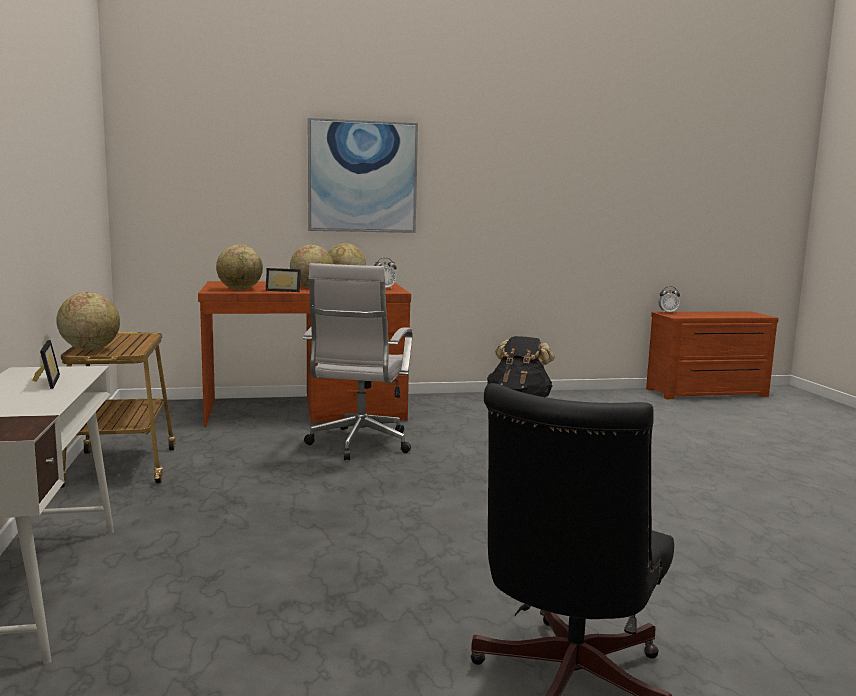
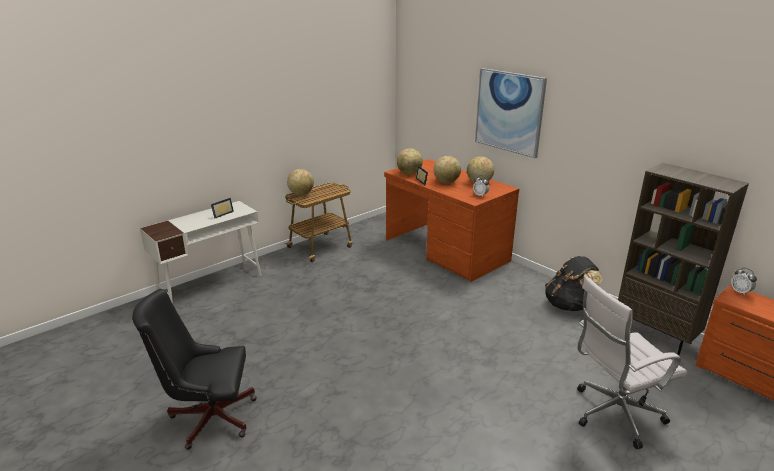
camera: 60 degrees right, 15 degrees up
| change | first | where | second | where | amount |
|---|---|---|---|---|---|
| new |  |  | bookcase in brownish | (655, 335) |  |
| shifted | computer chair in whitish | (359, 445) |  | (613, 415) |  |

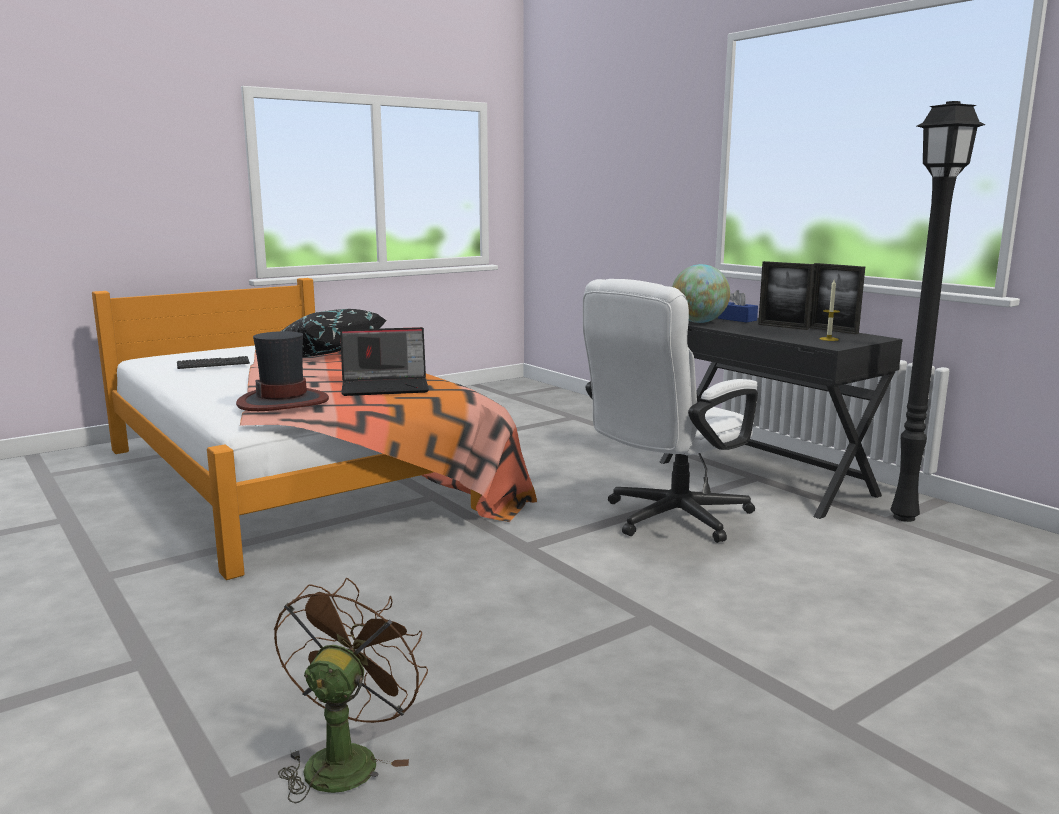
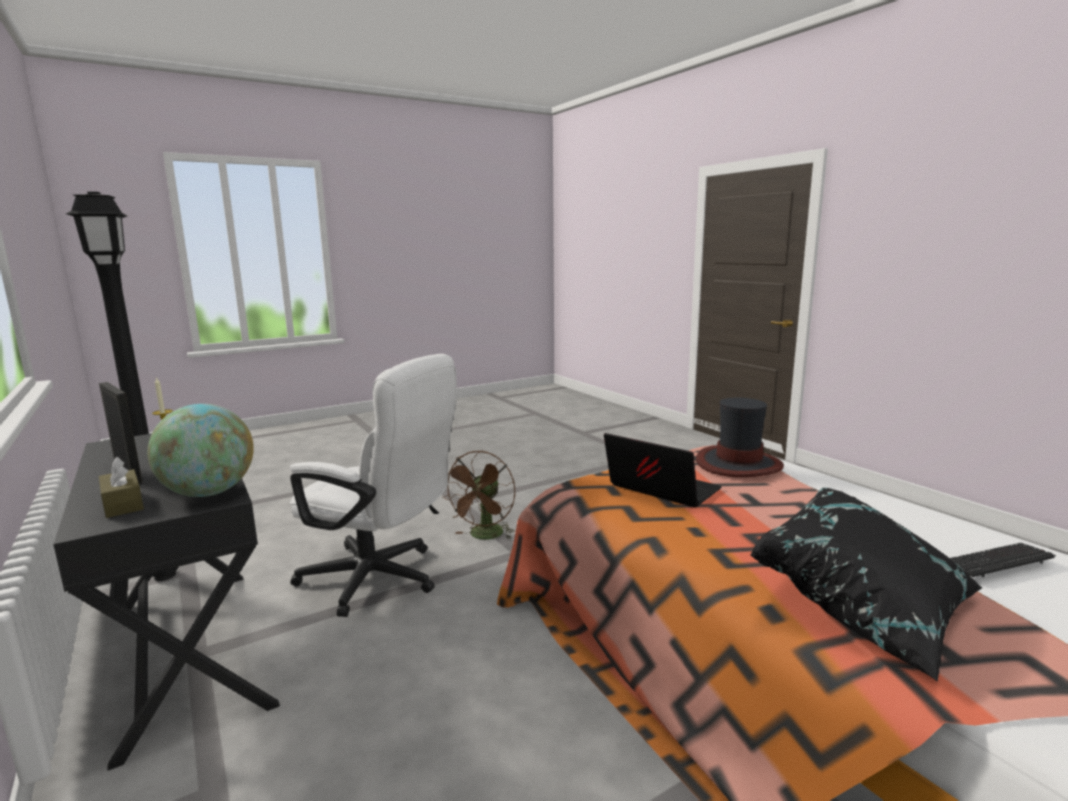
camera: 175 degrees left, 0 degrees up
| change | first | where | second | where | amount |
|---|---|---|---|---|---|
| gone | standing frame | (833, 330) |  |  |  |
| shifted | electric fan in brownish | (346, 758) |  | (484, 536) |  |
| repainted | tissue holder in bluish | (737, 319) | tissue holder in brownish | (123, 504) |  |
| rotated | notebook computer | (386, 387) |  | (660, 490) | 45 degrees clockwise |
| rotated | computer chair in whitish | (667, 519) |  | (381, 580) | 60 degrees clockwise |

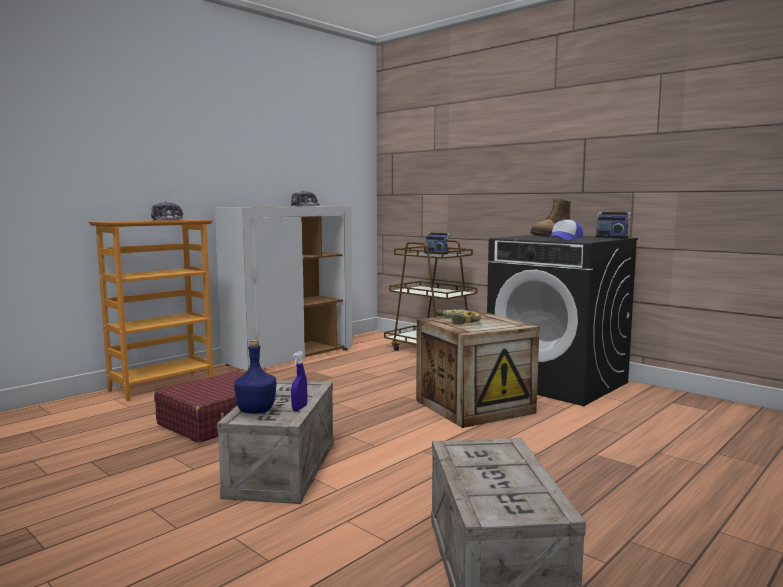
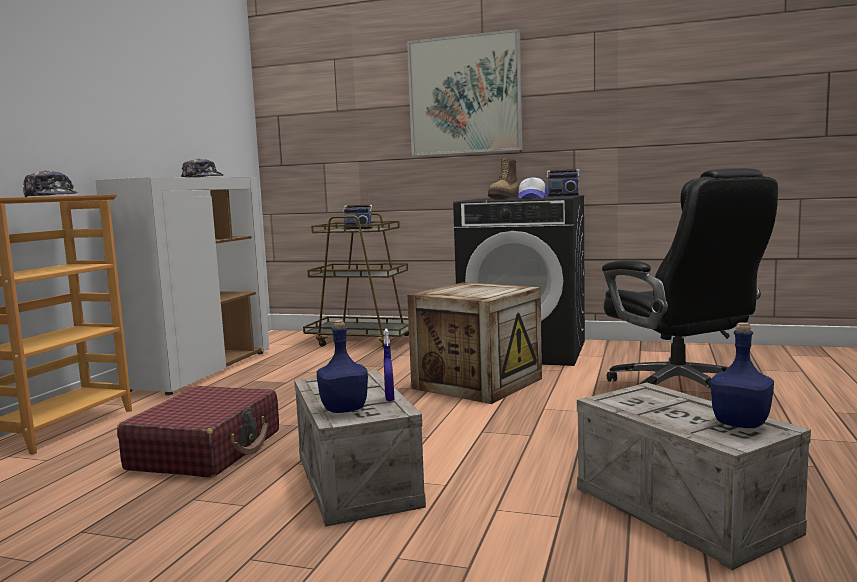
camera: 25 degrees left, 0 degrees up
| change | first | where | second | where | amount |
|---|---|---|---|---|---|
| gone | electric drill | (457, 322) |  |  |  |
| new |  |  | wall art | (464, 95) |  |
| new |  |  | computer chair in black | (681, 391) |  |
| new |  |  | bottle in bluish | (740, 423) |  |

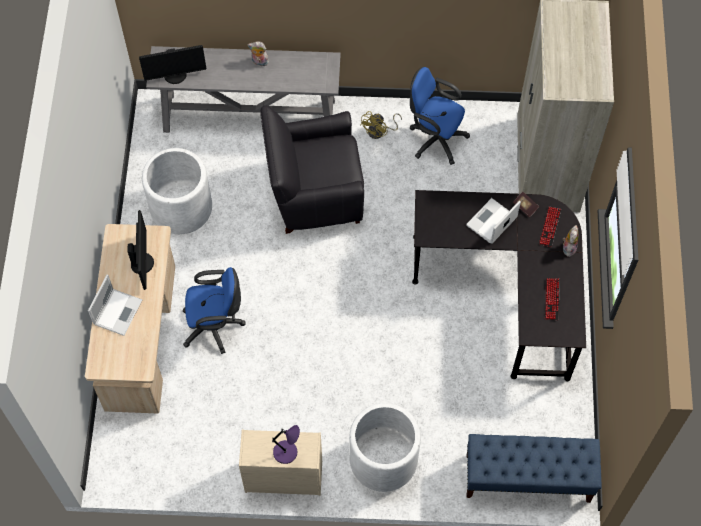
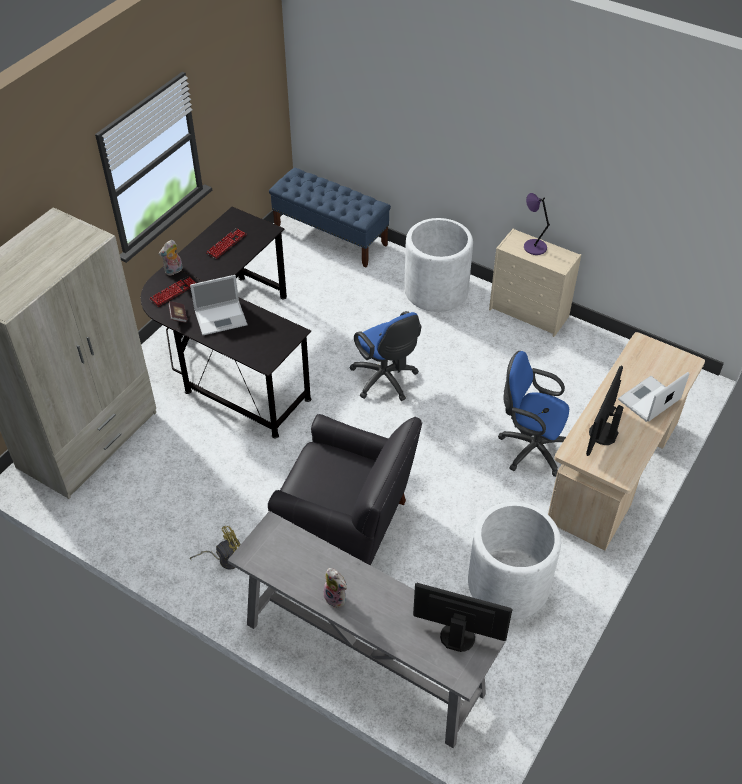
camera: 150 degrees left, 15 degrees down
| change | first | where | second | where | amount |
|---|---|---|---|---|---|
| shifted | computer chair in bluish | (434, 138) |  | (386, 381) |  |

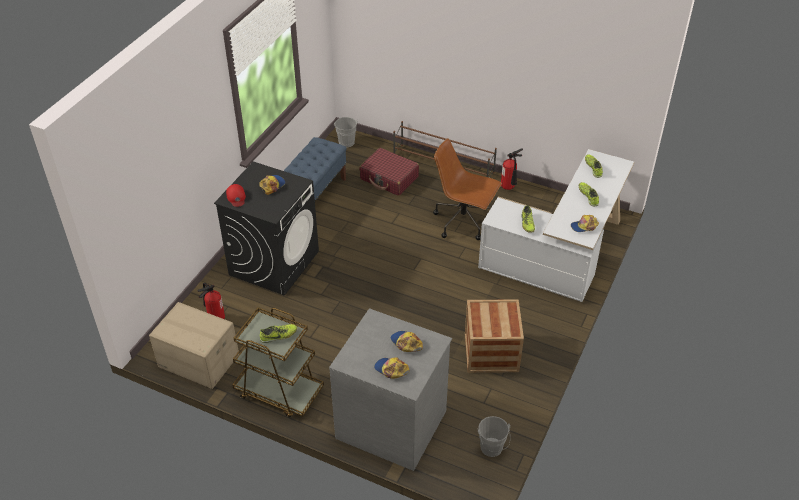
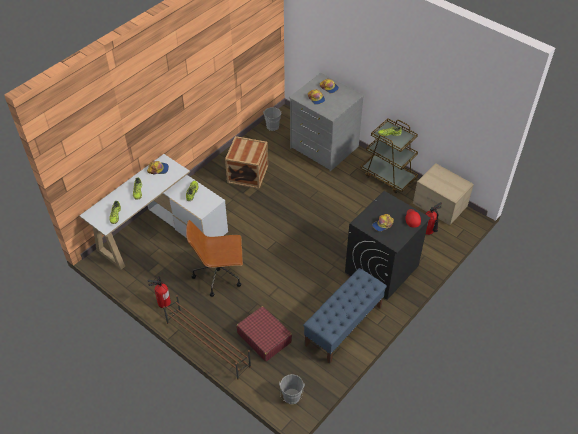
camera: 165 degrees left, 5 degrees up
| change | first | where | second | where | amount |
|---|---|---|---|---|---|
| rotated | computer chair in brownish | (463, 222) |  | (219, 275) | 135 degrees clockwise |

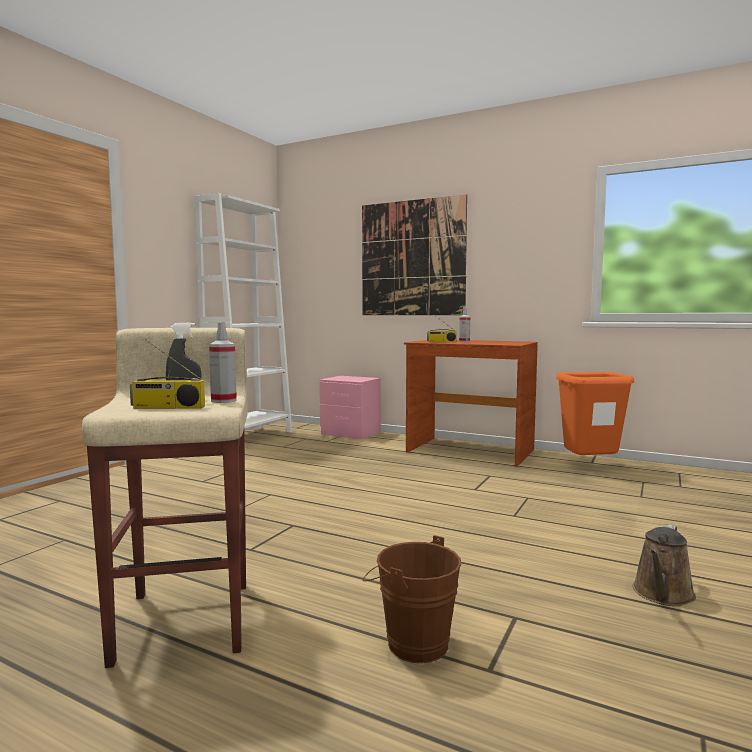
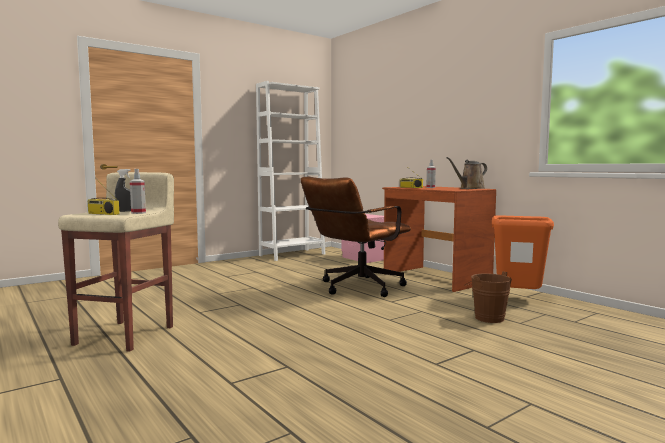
camera: 25 degrees right, 0 degrees up
| change | first | where | second | where | amount |
|---|---|---|---|---|---|
| gone | wall art | (412, 258) |  |  |  |
| new |  |  | computer chair in brownish | (355, 288) |  |
| shifted | pail in brownish | (411, 642) |  | (486, 317) |  |
| shifted | watering pot in brownish | (662, 594) |  | (470, 188) |  |

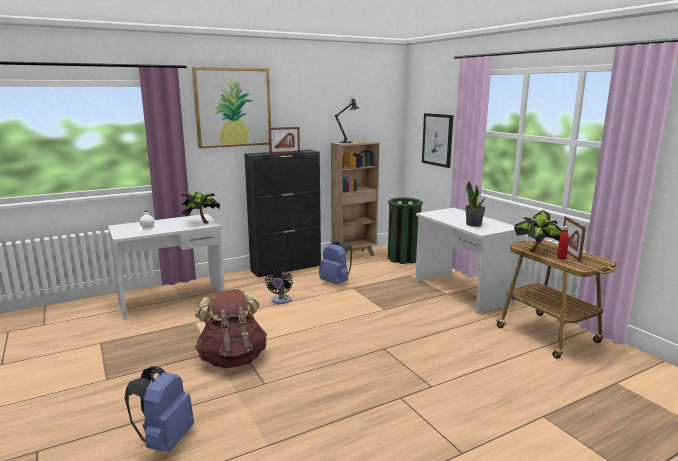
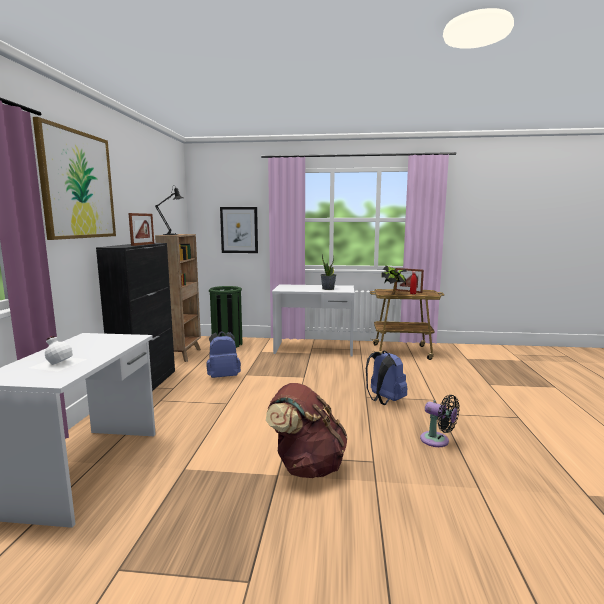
camera: 55 degrees left, 5 degrees down
| change | first | where | second | where | amount |
|---|---|---|---|---|---|
| gone | plant in a pot | (201, 222) |  |  |  |
| shifted | backpack in bluish | (165, 440) |  | (384, 401) |  |
| shifted | electric fan in black | (280, 300) |  | (437, 441) |  |

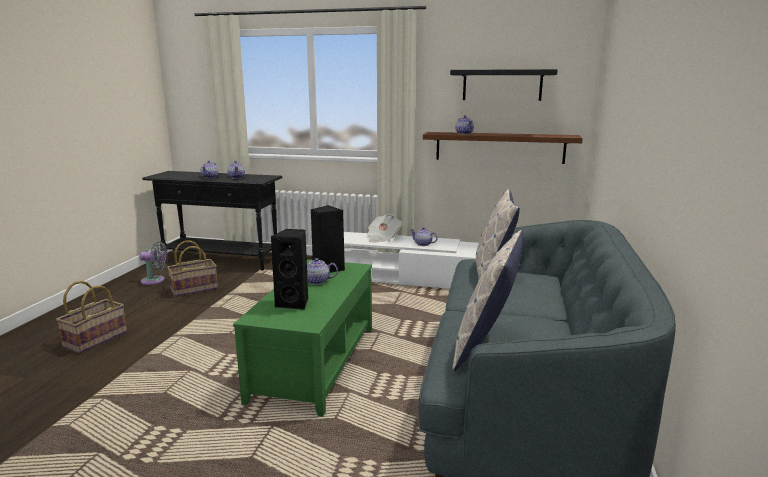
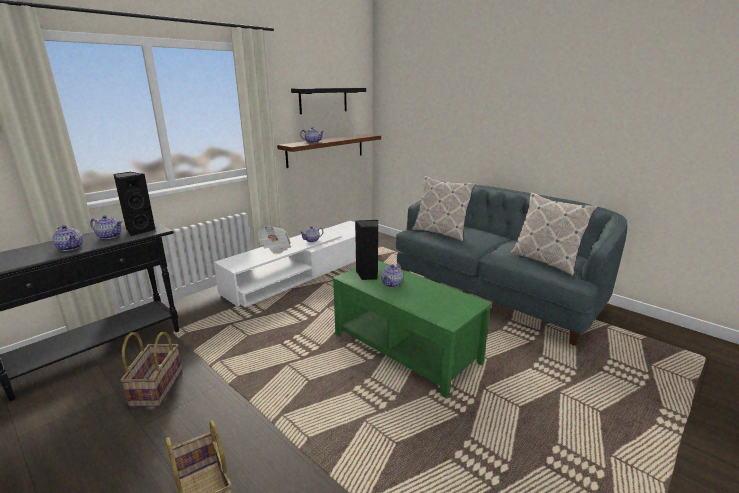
camera: 60 degrees left, 5 degrees up
| change | first | where | second | where | amount |
|---|---|---|---|---|---|
| gone | electric fan in grey | (155, 280) |  |  |  |
| shifted | speaker in black | (294, 303) |  | (139, 230) |  |

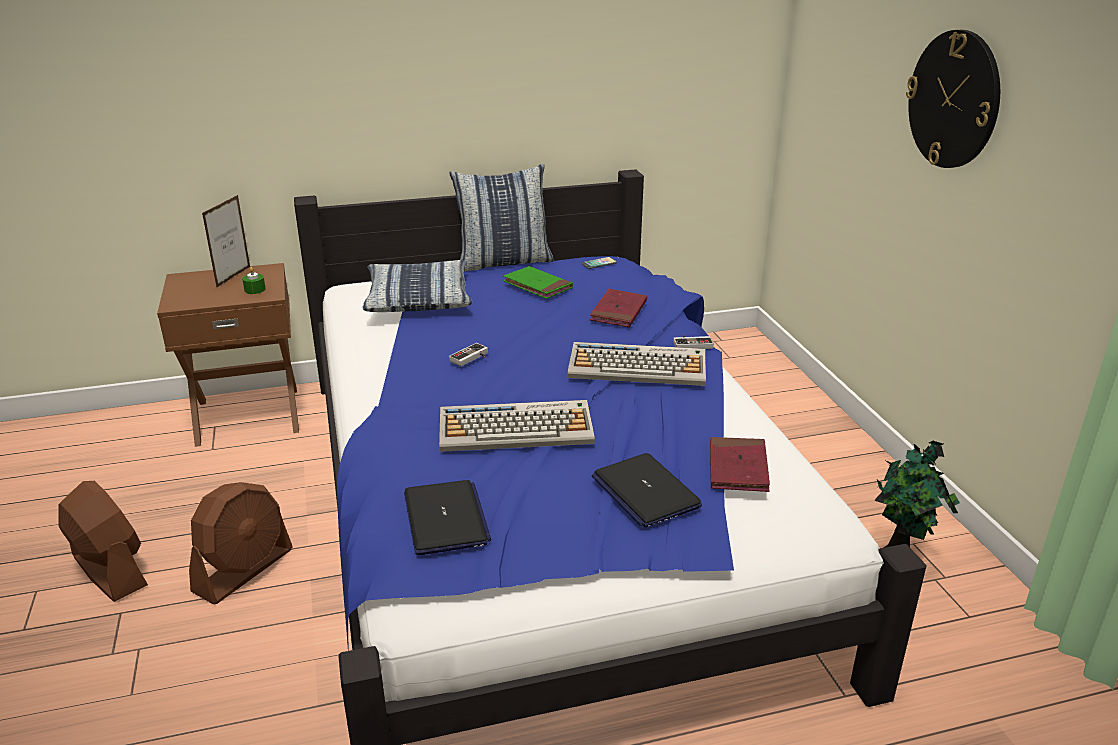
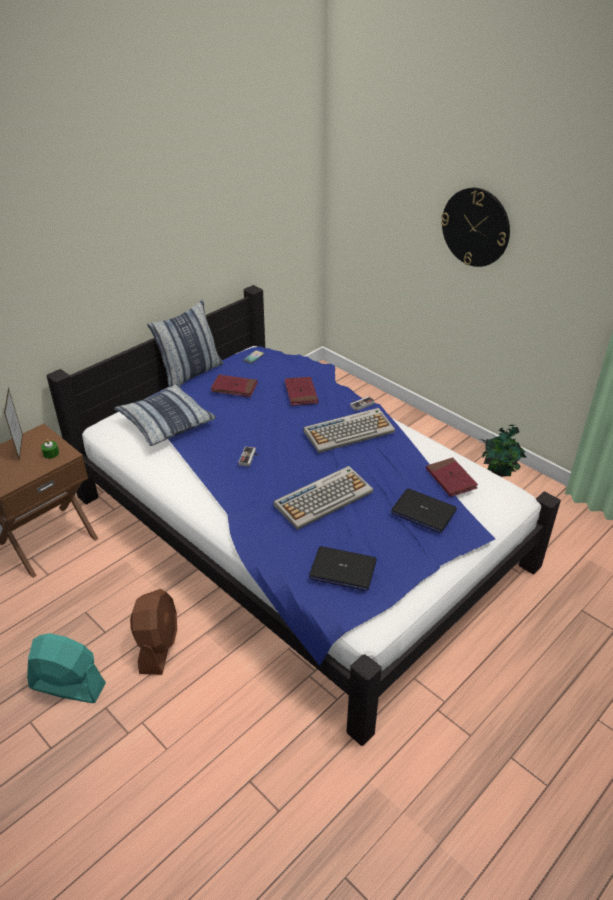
camera: 30 degrees left, 10 degrees up
| change | first | where | second | where | amount |
|---|---|---|---|---|---|
| repainted | electric fan in brownish | (109, 570) | electric fan in blue-green | (67, 685) |  |
| repainted | bound book in greenish | (537, 286) | bound book in reddish | (234, 388) |  |
| rotated | notebook computer | (446, 519) |  | (342, 569) | 150 degrees clockwise |

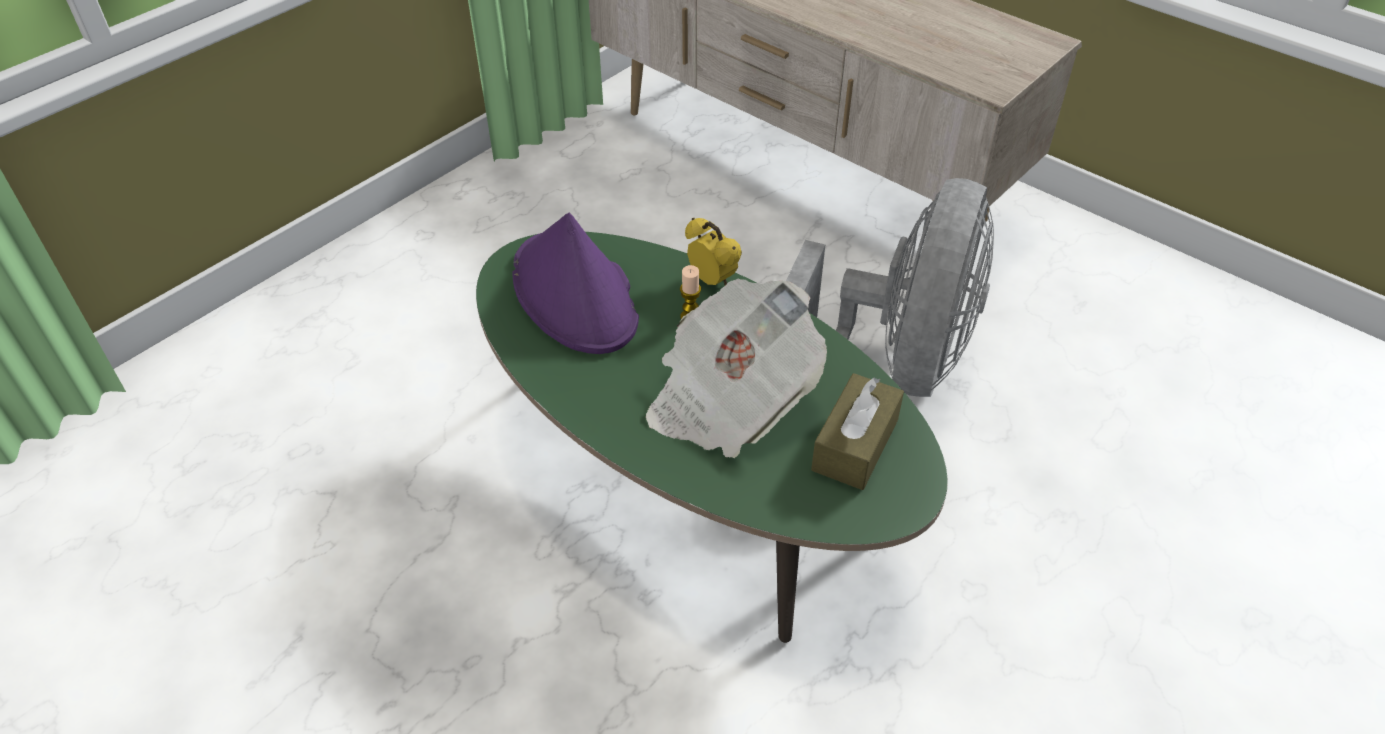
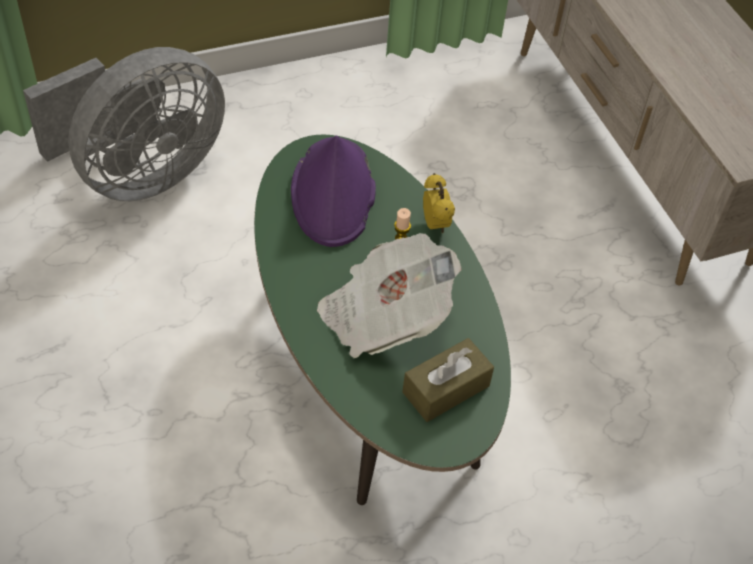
camera: 25 degrees right, 5 degrees up
| change | first | where | second | where | amount |
|---|---|---|---|---|---|
| shifted | electric fan in grey | (893, 363) |  | (141, 175) |  |

